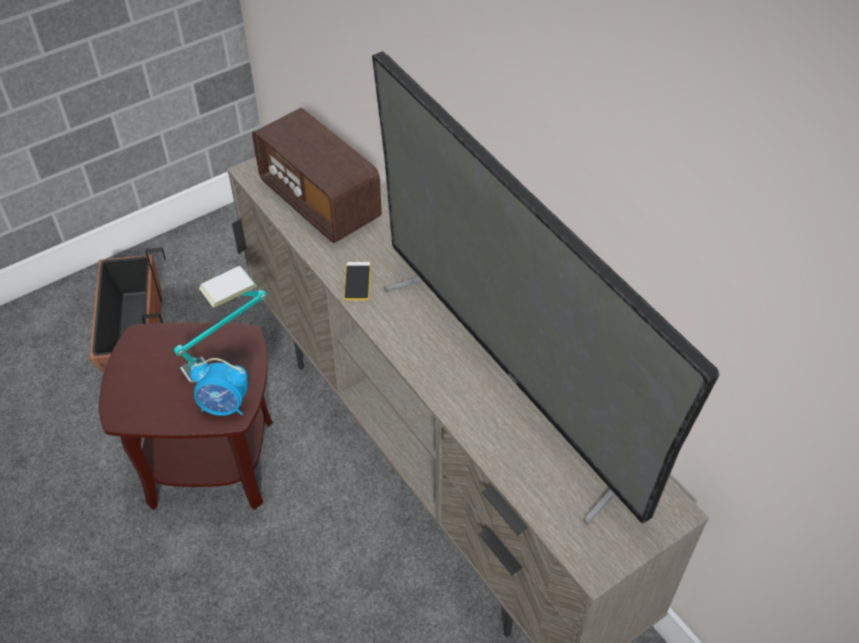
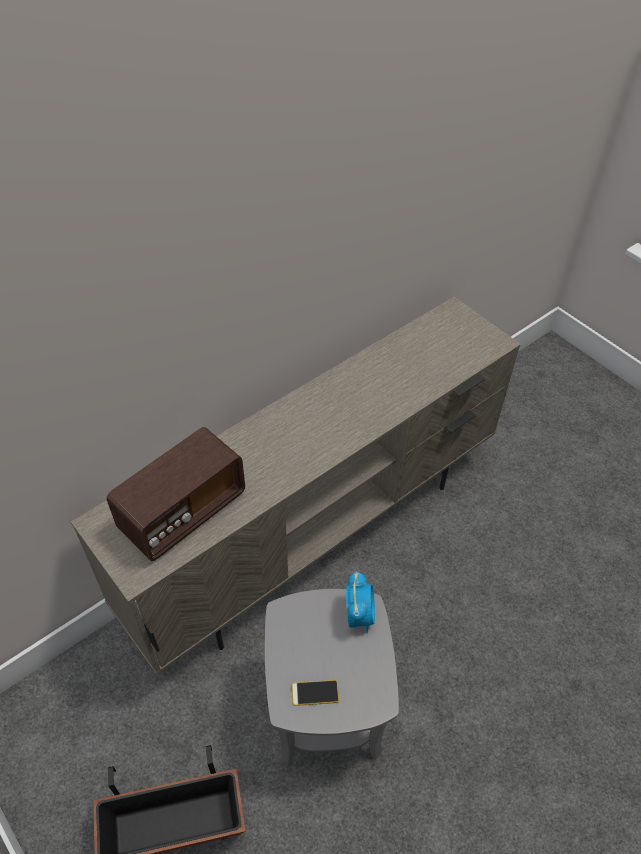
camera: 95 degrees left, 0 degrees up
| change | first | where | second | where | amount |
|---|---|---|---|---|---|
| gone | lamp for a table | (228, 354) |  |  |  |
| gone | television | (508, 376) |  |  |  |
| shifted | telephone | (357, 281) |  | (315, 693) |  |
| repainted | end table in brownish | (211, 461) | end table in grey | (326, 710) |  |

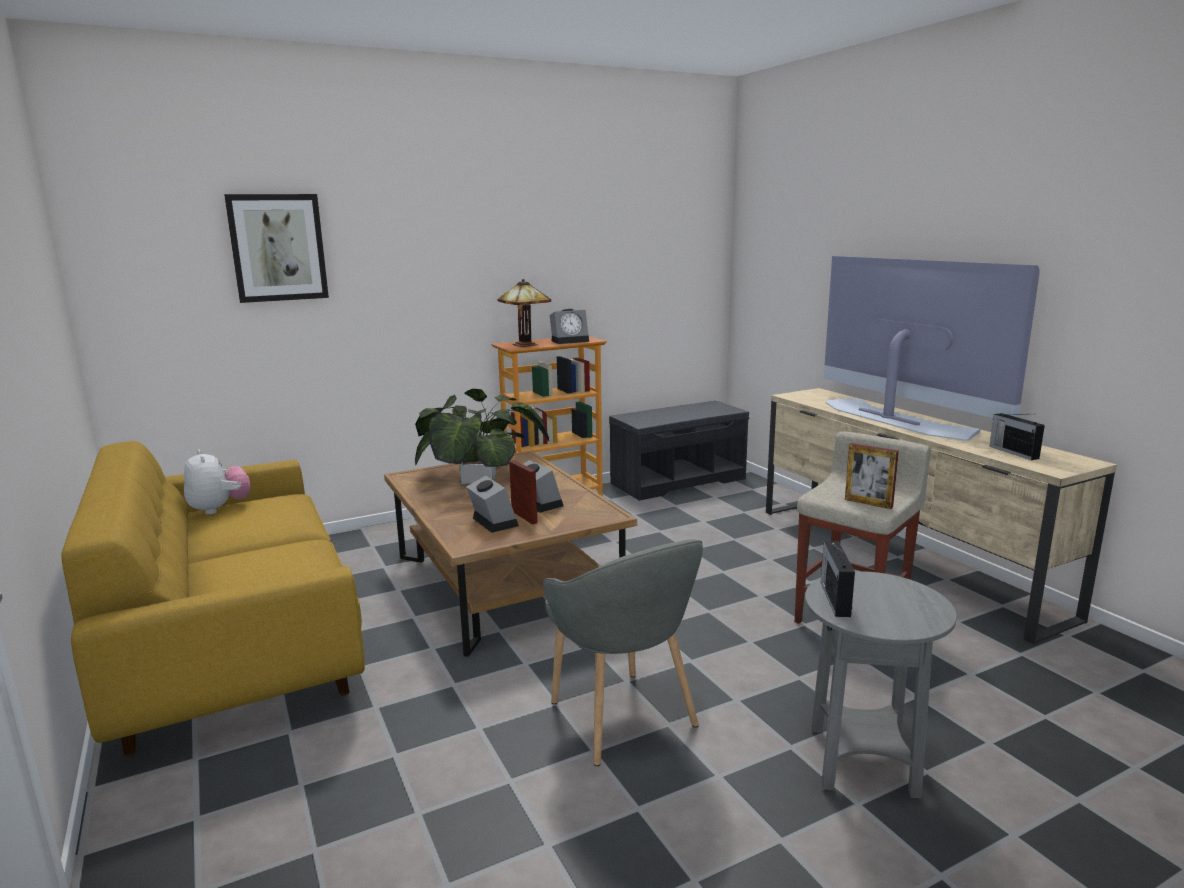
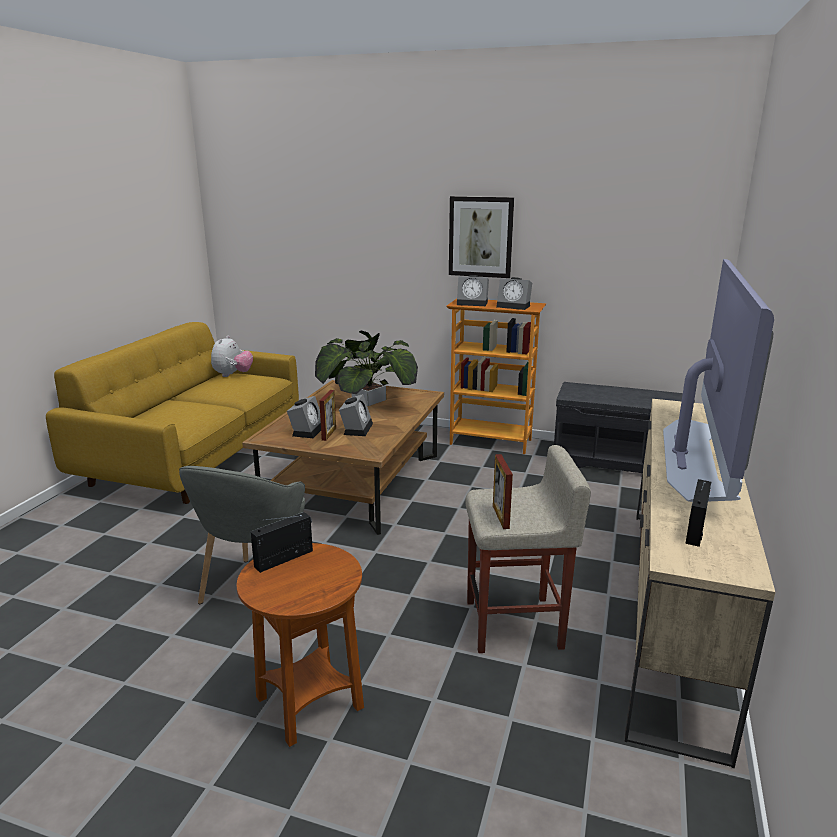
camera: 45 degrees right, 5 degrees up
| change | first | where | second | where | amount |
|---|---|---|---|---|---|
| shifted | wall art | (278, 248) |  | (480, 237) |  |
| swapped | lamp for a table | (526, 345) | table clock | (473, 303) |  |
| repainted | end table in grey | (863, 762) | end table in brownish | (309, 704) |  |

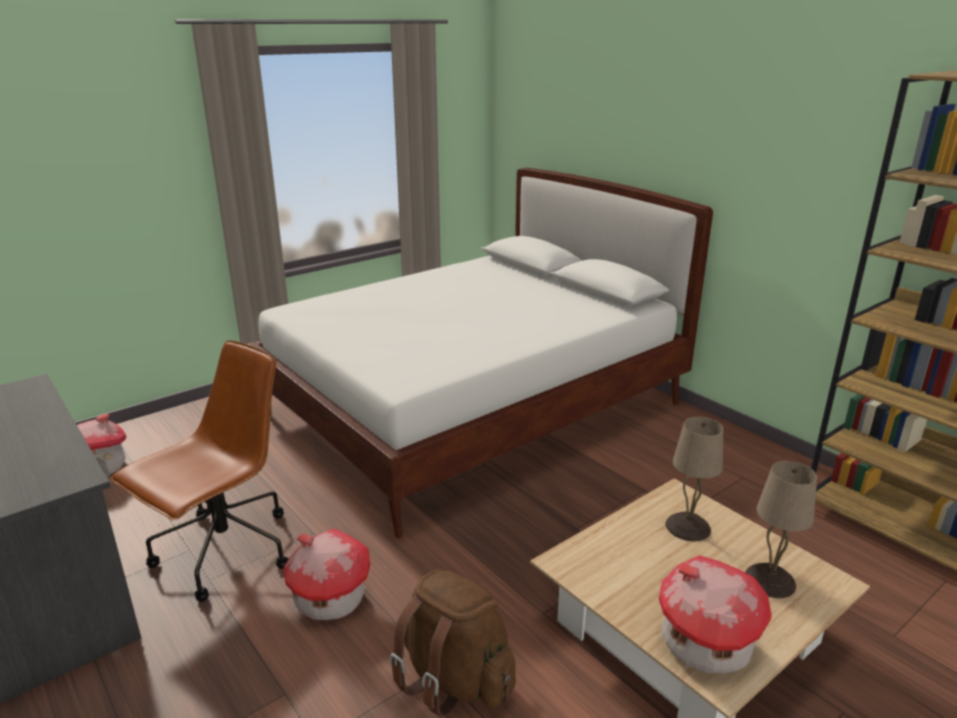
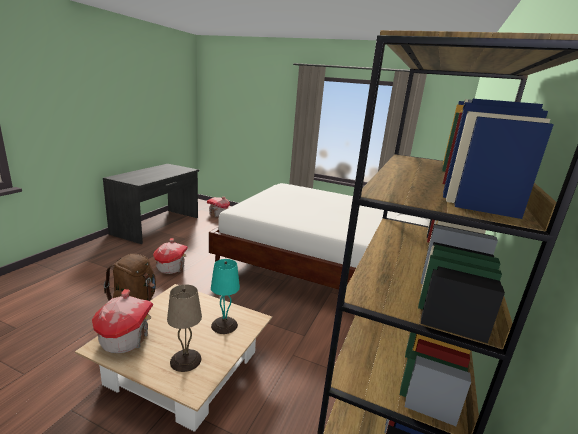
camera: 60 degrees right, 5 degrees down
| change | first | where | second | where | amount |
|---|---|---|---|---|---|
| gone | computer chair in brownish | (224, 553) |  |  |  |
| repainted | lamp for a table in beige | (688, 527) | lamp for a table in blue-green | (224, 325) |  |

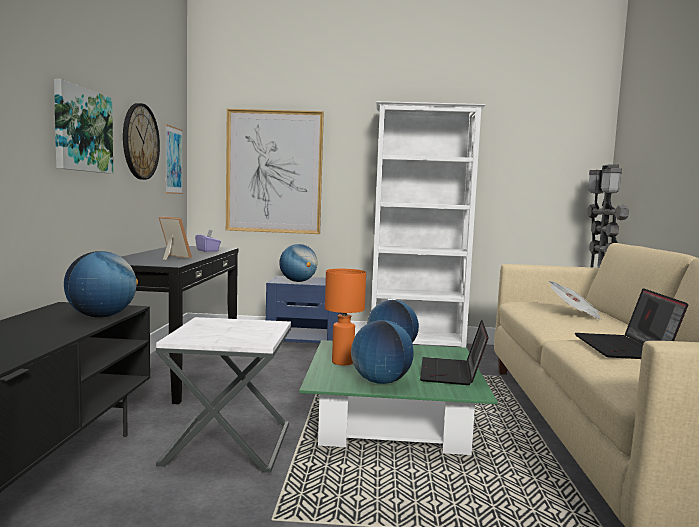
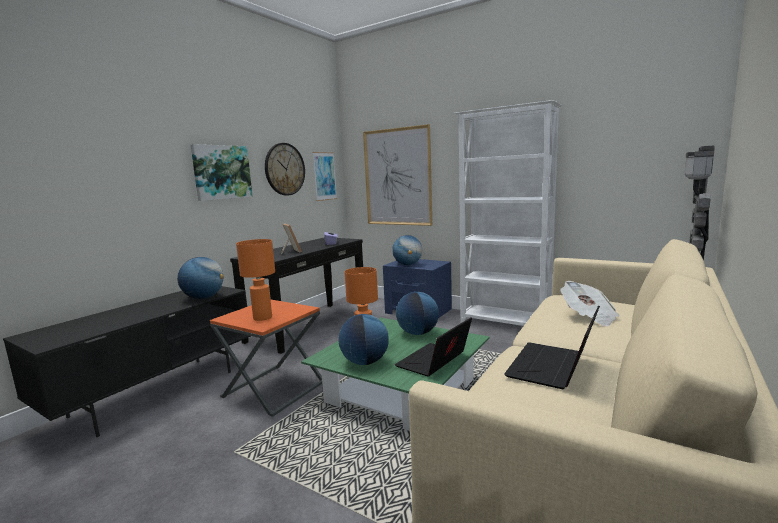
camera: 30 degrees right, 5 degrees up
| change | first | where | second | where | amount |
|---|---|---|---|---|---|
| new |  |  | lamp for a table in orangey | (263, 317) |  |
| repainted | end table in whitish | (228, 444) | end table in orangey | (274, 389) |  |

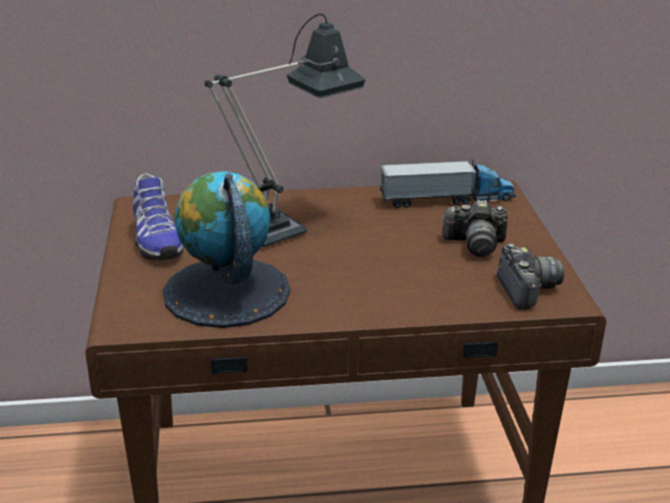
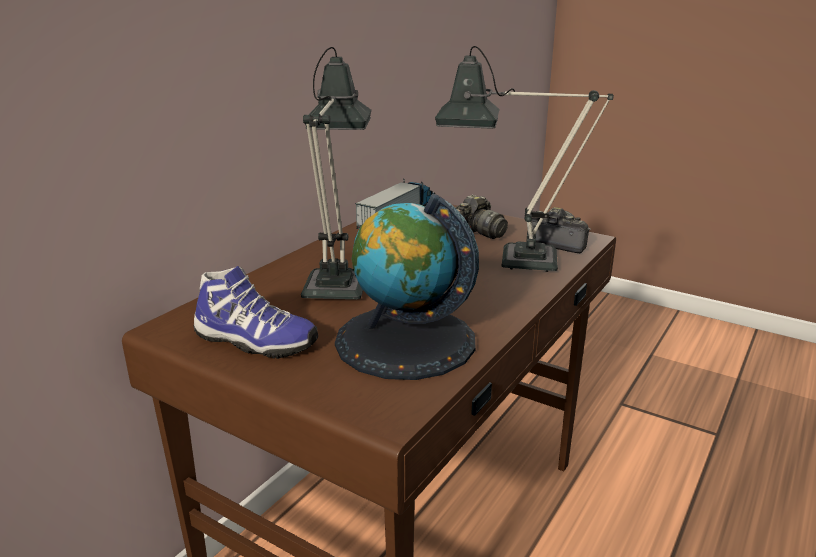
camera: 50 degrees left, 5 degrees down
| change | first | where | second | where | amount |
|---|---|---|---|---|---|
| new |  |  | lamp for a table | (512, 260) |  |

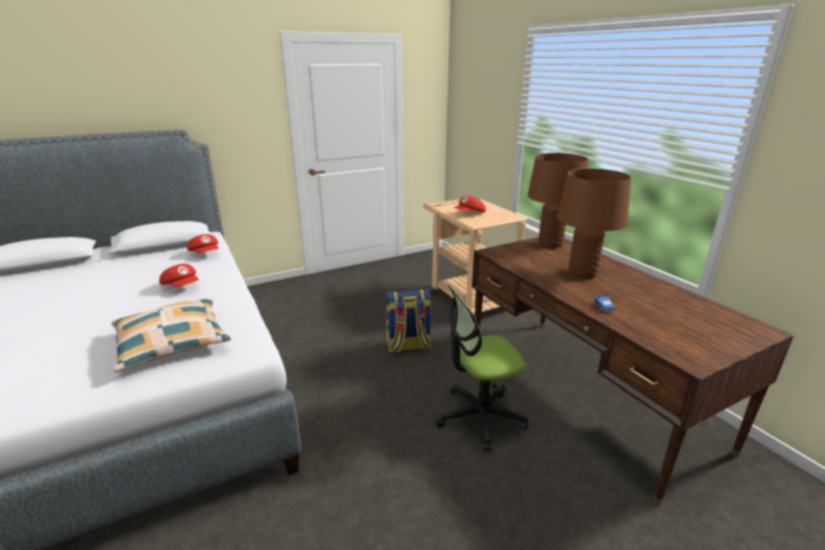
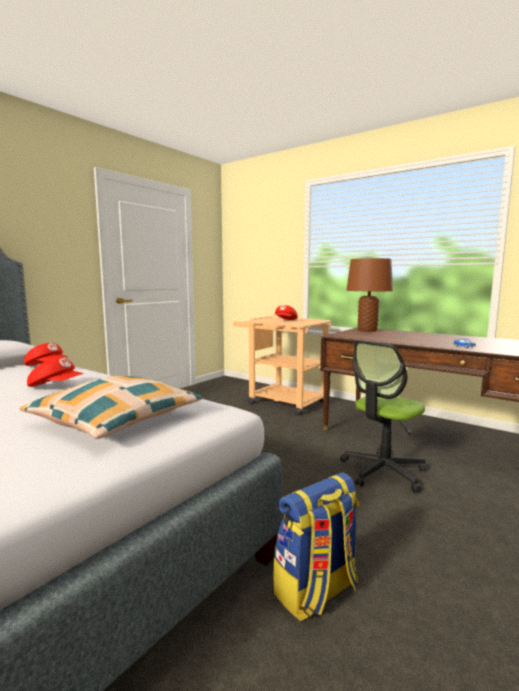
camera: 25 degrees left, 15 degrees down
| change | first | where | second | where | amount |
|---|---|---|---|---|---|
| gone | lamp for a table in brownish | (582, 274) |  |  |  |
| shifted | backpack | (408, 346) |  | (316, 592) |  |

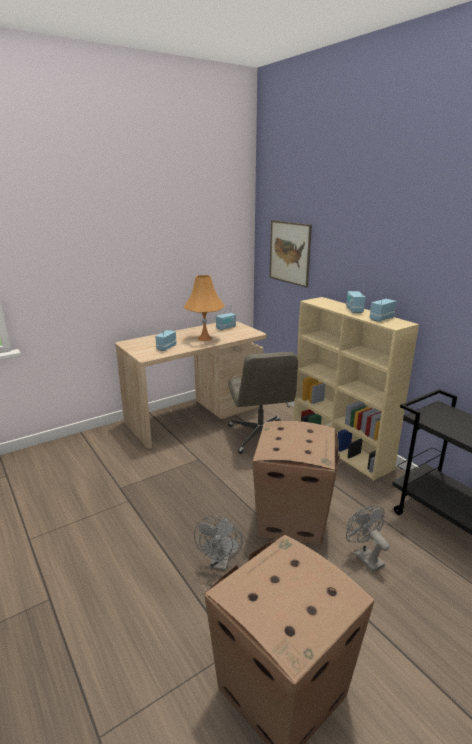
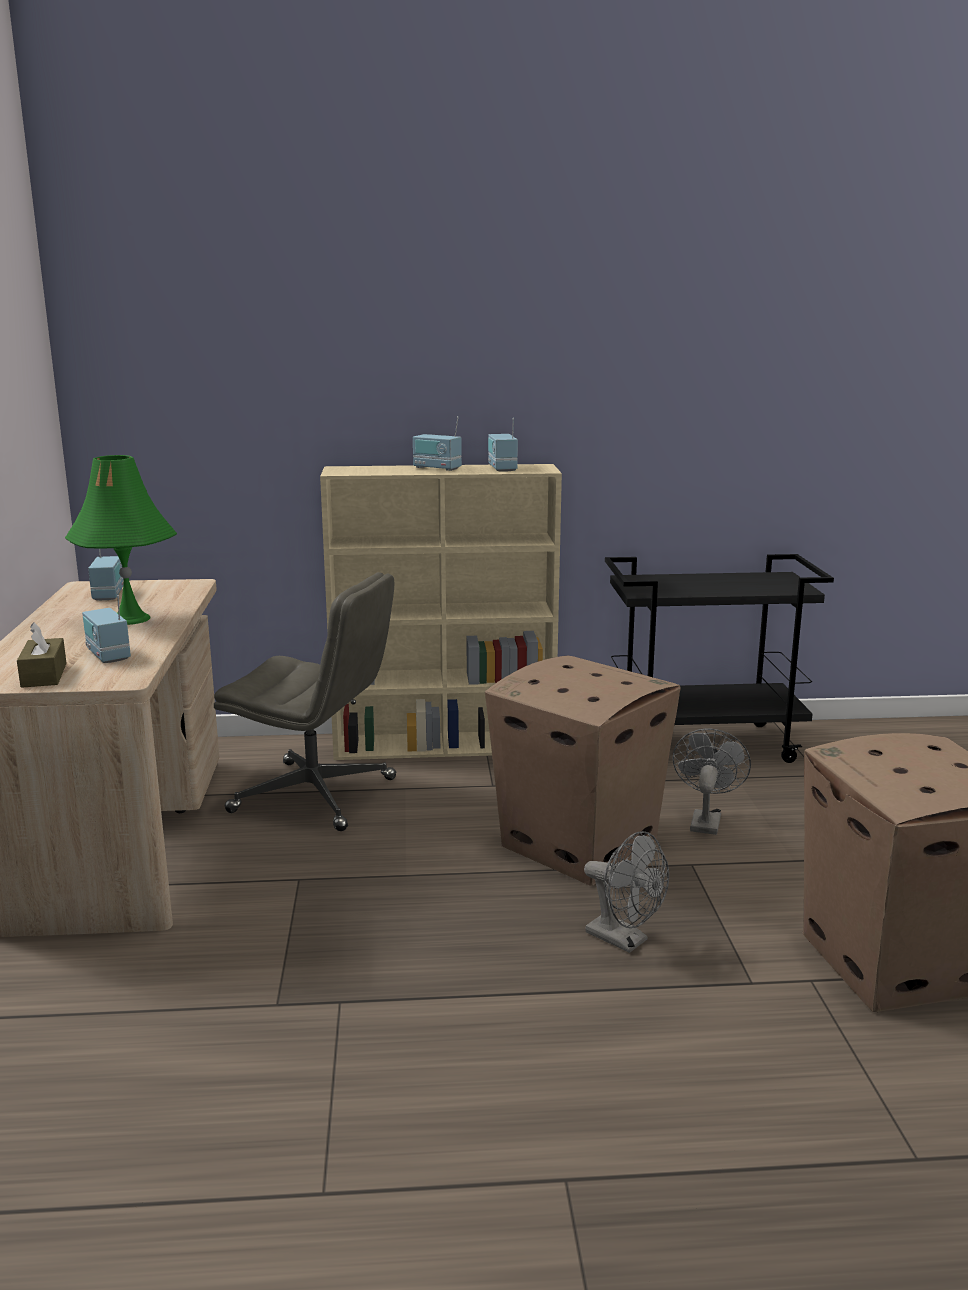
camera: 60 degrees left, 5 degrees down
| change | first | where | second | where | amount |
|---|---|---|---|---|---|
| gone | wall art | (289, 253) |  |  |  |
| new |  |  | tissue holder in brownish | (44, 675) |  |
| repainted | lamp for a table in orangey | (205, 338) | lamp for a table in greenish | (130, 619) |  |
| rotated | electric fan in grey | (364, 557) |  | (705, 820) | 105 degrees clockwise |

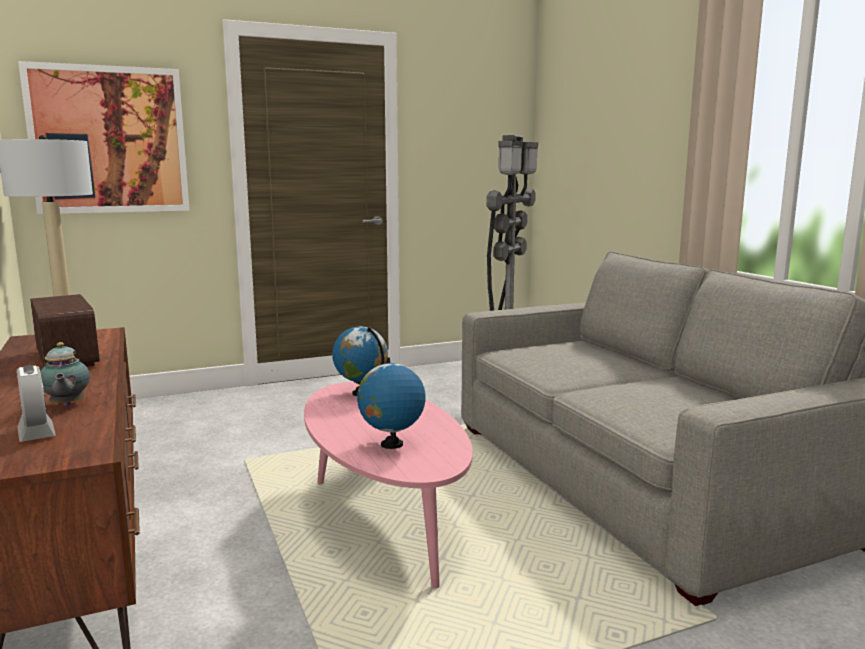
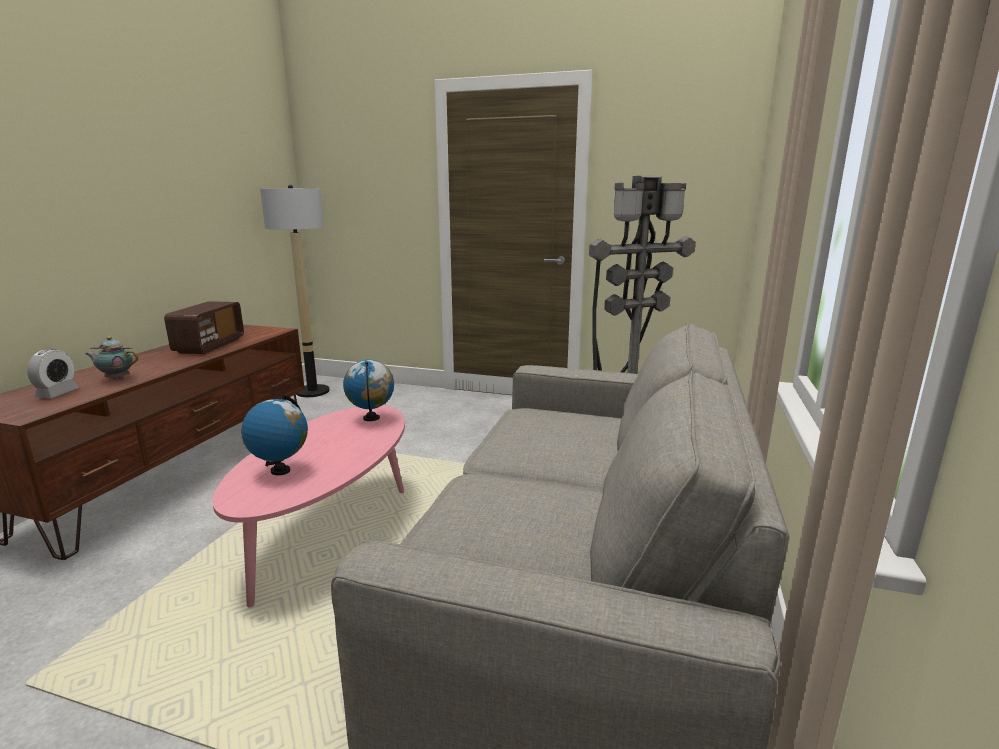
camera: 40 degrees right, 5 degrees up
| change | first | where | second | where | amount |
|---|---|---|---|---|---|
| gone | wall art | (109, 140) |  |  |  |
| rotated | pot for tea | (66, 405) |  | (116, 379) | 75 degrees clockwise |

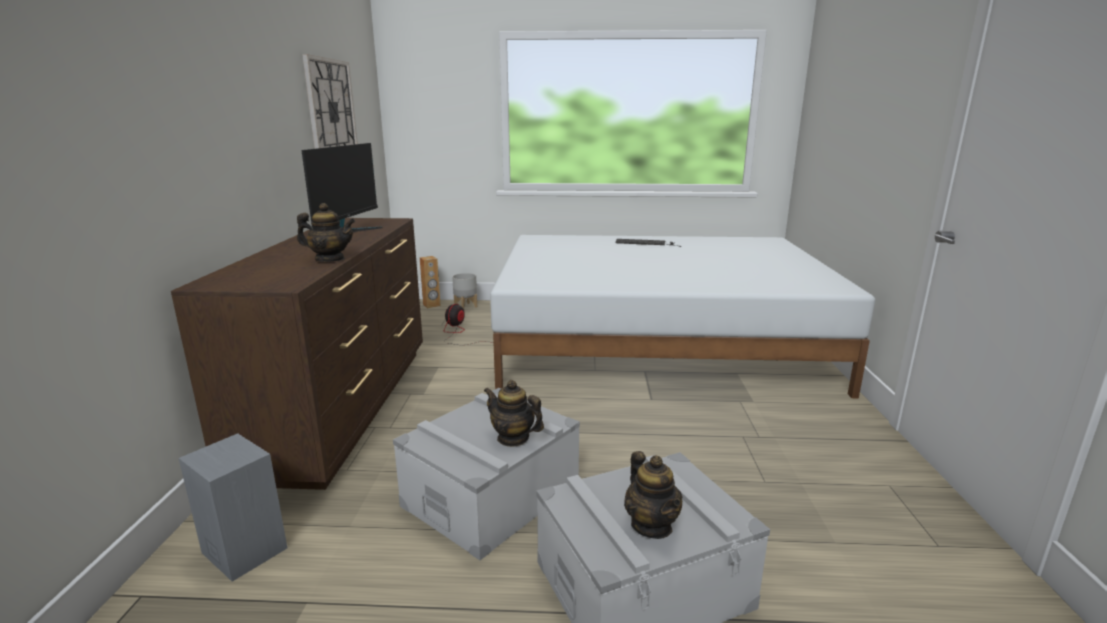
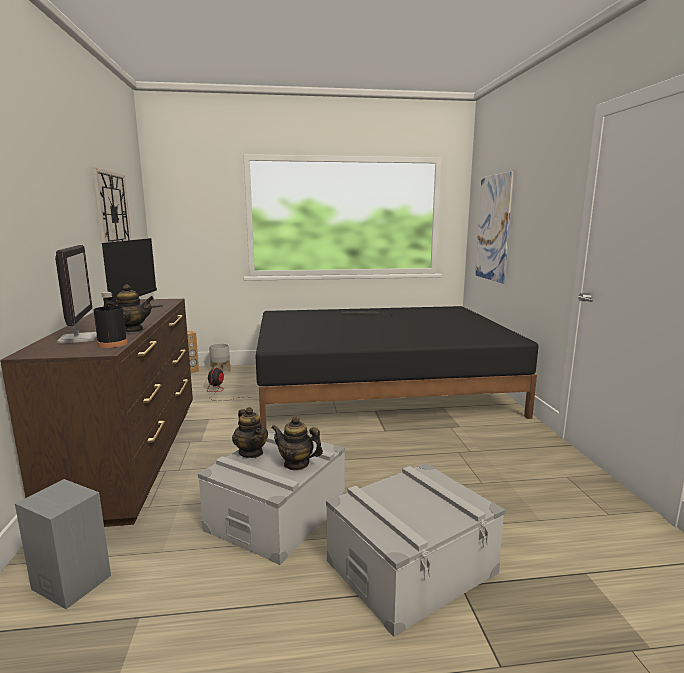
camera: 10 degrees left, 5 degrees down
| change | first | where | second | where | amount |
|---|---|---|---|---|---|
| new |  |  | computer screen | (79, 338) |  |
| new |  |  | bottle in black | (112, 344) |  |
| new |  |  | wall art | (493, 228) |  |
| shifted | pot for tea | (651, 525) |  | (251, 452) |  |
| repainted | bed in whitish | (658, 343) | bed in black | (380, 389) |  |

